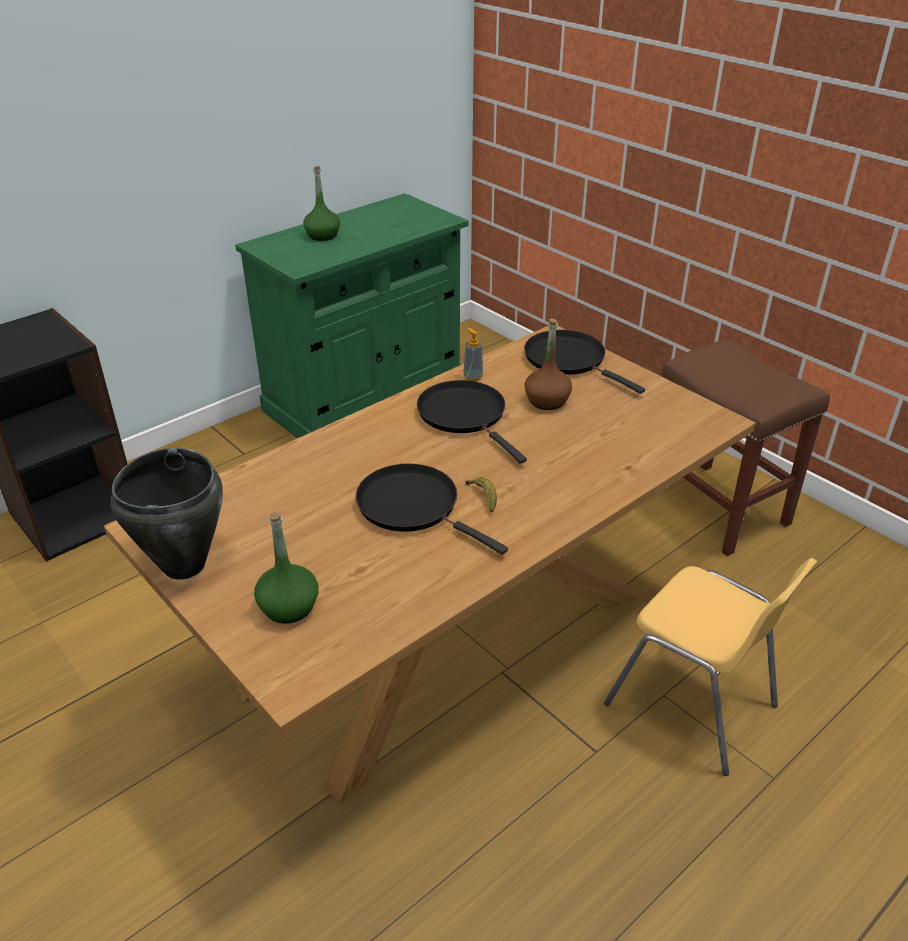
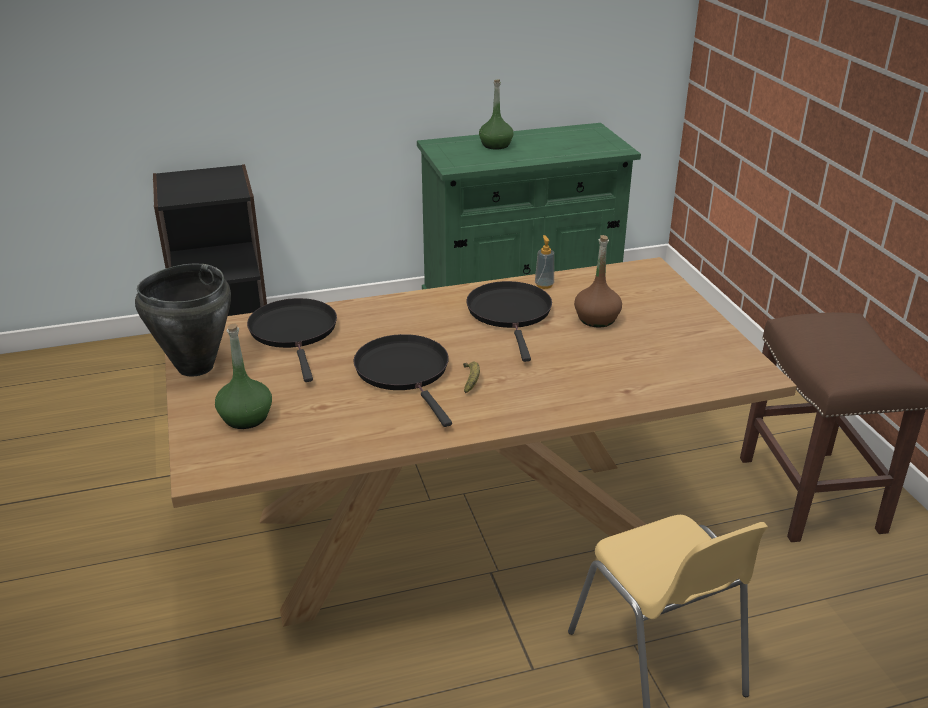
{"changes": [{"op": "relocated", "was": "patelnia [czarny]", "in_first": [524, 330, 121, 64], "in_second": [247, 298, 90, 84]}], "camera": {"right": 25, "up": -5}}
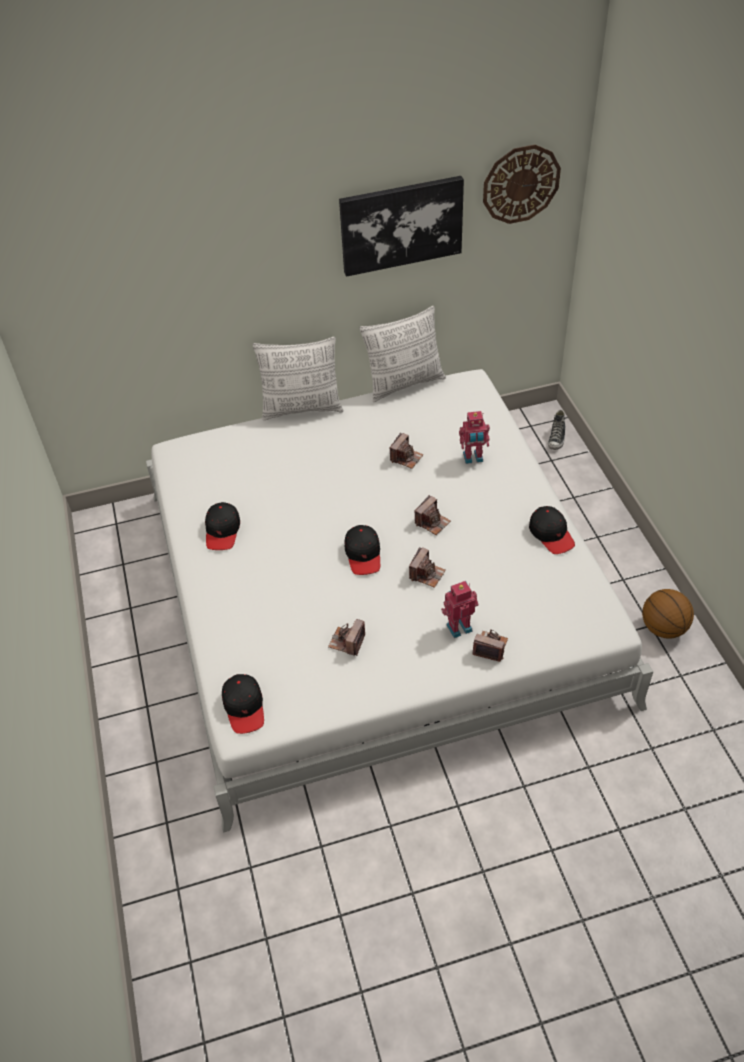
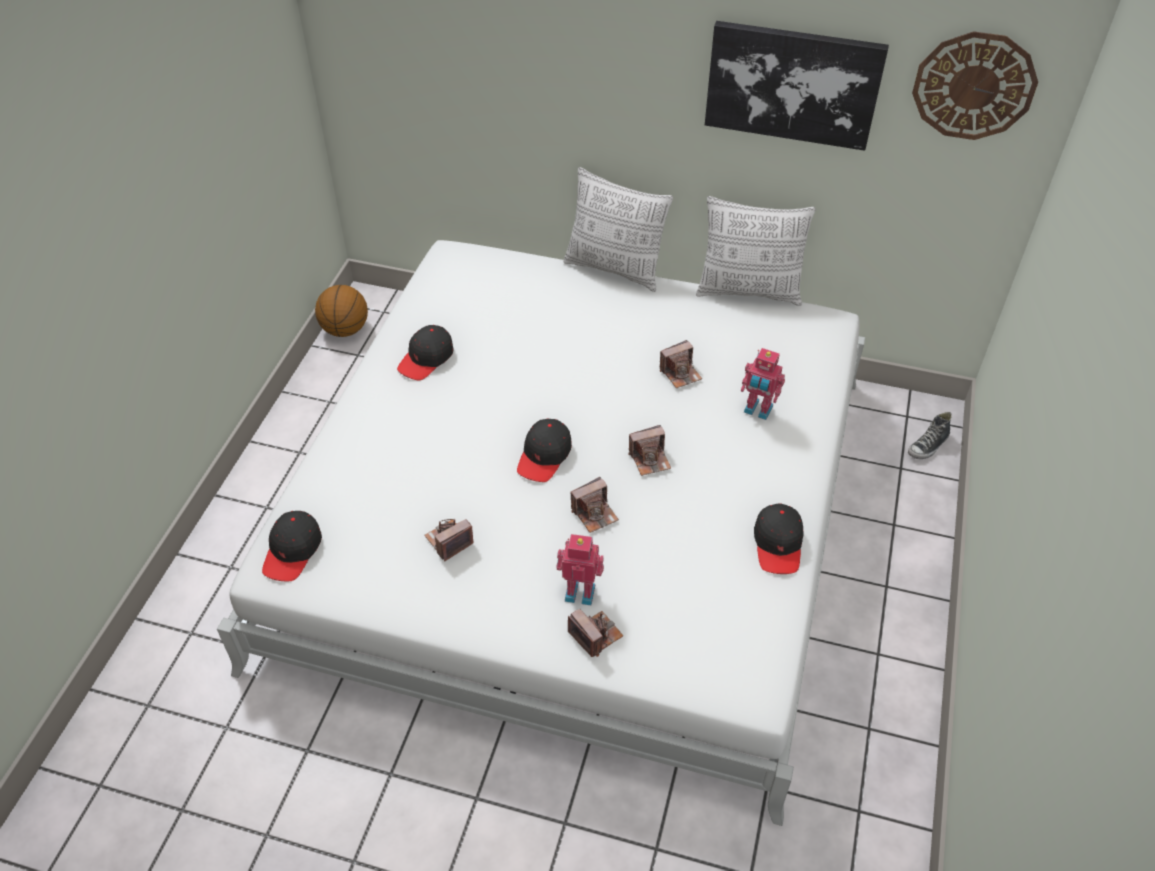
{"changes": [{"op": "relocated", "was": "piłka do koszykówki", "in_first": [642, 589, 52, 49], "in_second": [315, 285, 53, 52]}], "camera": {"right": 30, "up": 0}}
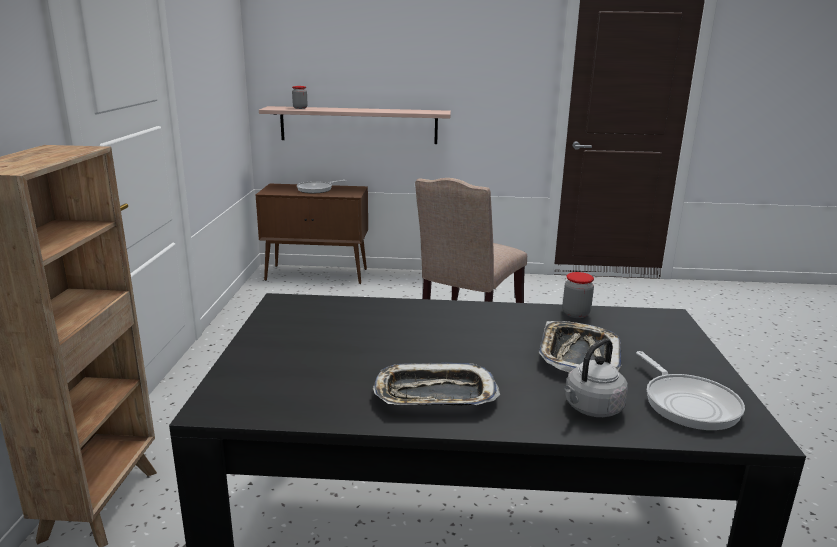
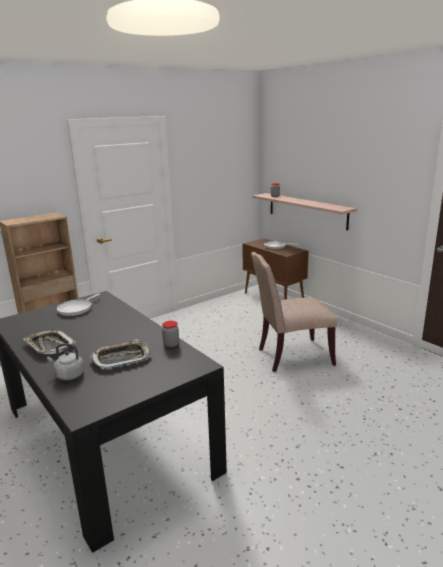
{"changes": [{"op": "relocated", "was": "patelnia", "in_first": [636, 351, 109, 80], "in_second": [57, 294, 43, 22]}], "camera": {"right": 50, "up": 0}}
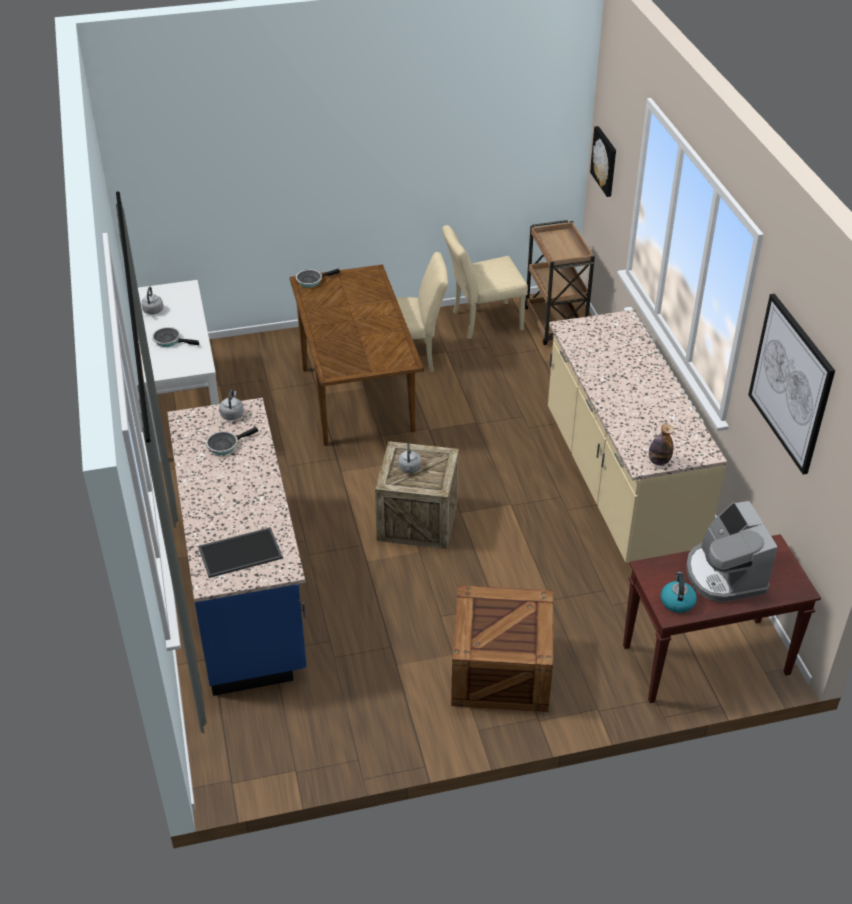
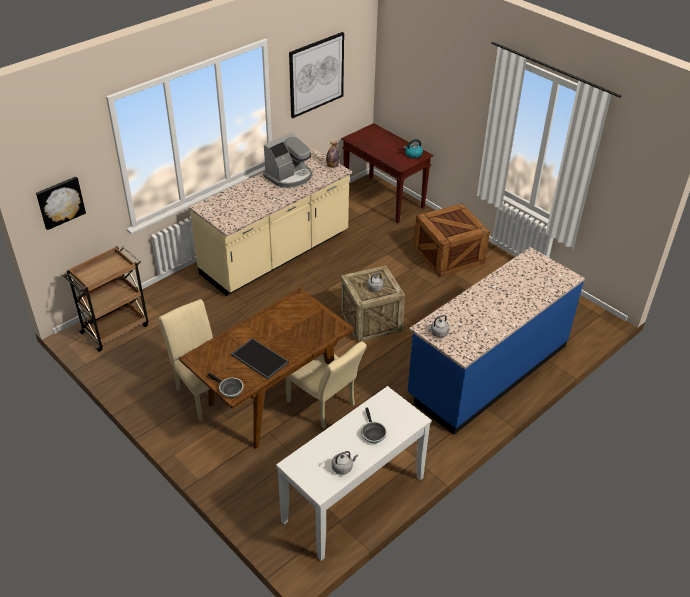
{"changes": [{"op": "relocated", "was": "krzesło [beżowy]", "in_first": [442, 225, 86, 114], "in_second": [285, 341, 82, 88]}, {"op": "missing", "was": "patelnia", "in_first": [206, 427, 52, 28]}, {"op": "relocated", "was": "ekspres do kawy", "in_first": [686, 501, 92, 101], "in_second": [263, 133, 49, 55]}, {"op": "relocated", "was": "taca", "in_first": [198, 527, 85, 51], "in_second": [231, 338, 58, 41]}], "camera": {"right": -120, "up": 0}}
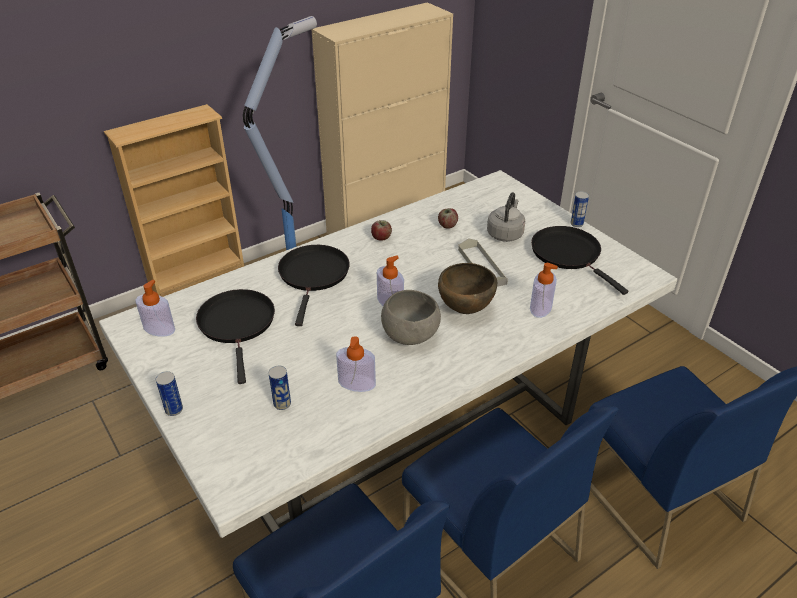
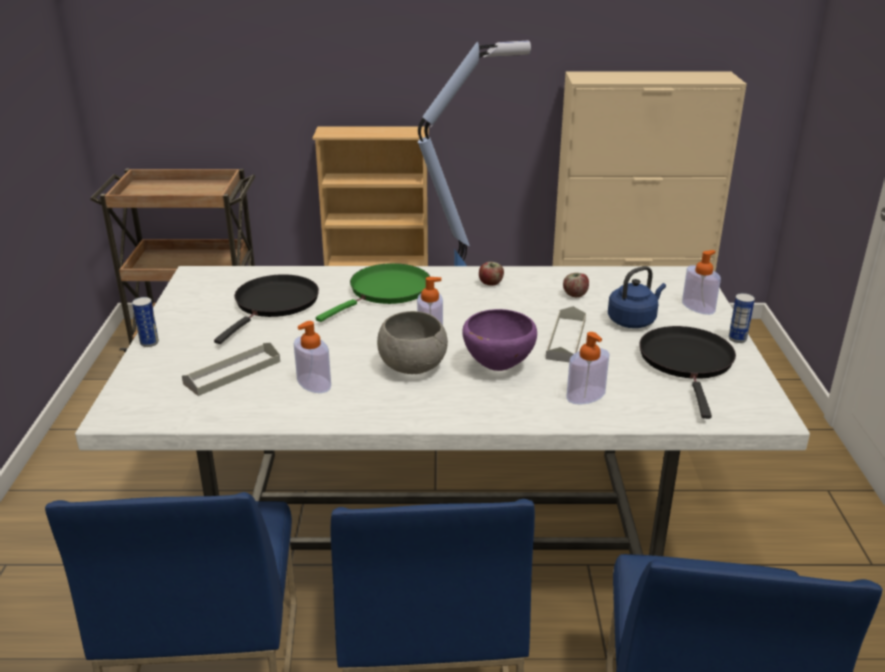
{"changes": [{"op": "colour", "was": "czajnik [szary]", "now": "czajnik [niebieski]", "in_first": [487, 192, 38, 50], "in_second": [608, 266, 58, 62]}, {"op": "colour", "was": "patelnia [czarny]", "now": "patelnia [zielony]", "in_first": [278, 245, 72, 81], "in_second": [316, 263, 114, 59]}, {"op": "colour", "was": "miska [brązowy]", "now": "miska [fioletowy]", "in_first": [438, 263, 59, 51], "in_second": [462, 309, 75, 62]}, {"op": "relocated", "was": "dozownik mydła", "in_first": [135, 280, 40, 57], "in_second": [682, 250, 39, 65]}, {"op": "exchanged", "was": "puszka", "now": "taca [szary]", "in_first": [269, 366, 22, 44], "in_second": [182, 343, 98, 53]}], "camera": {"right": 35, "up": -10}}
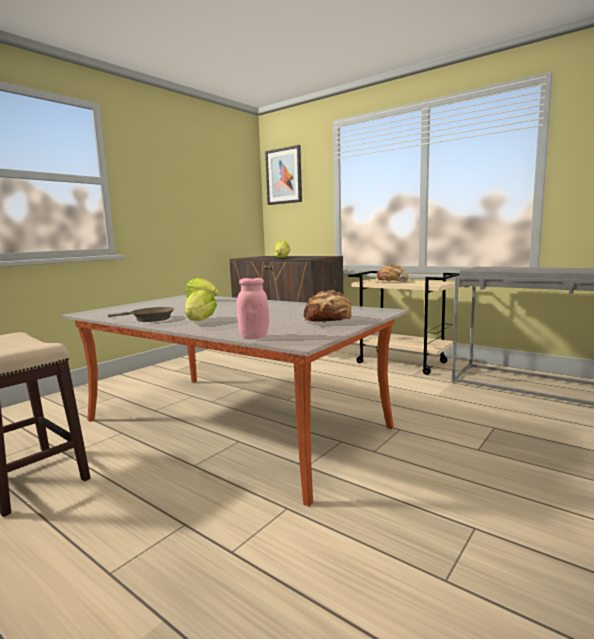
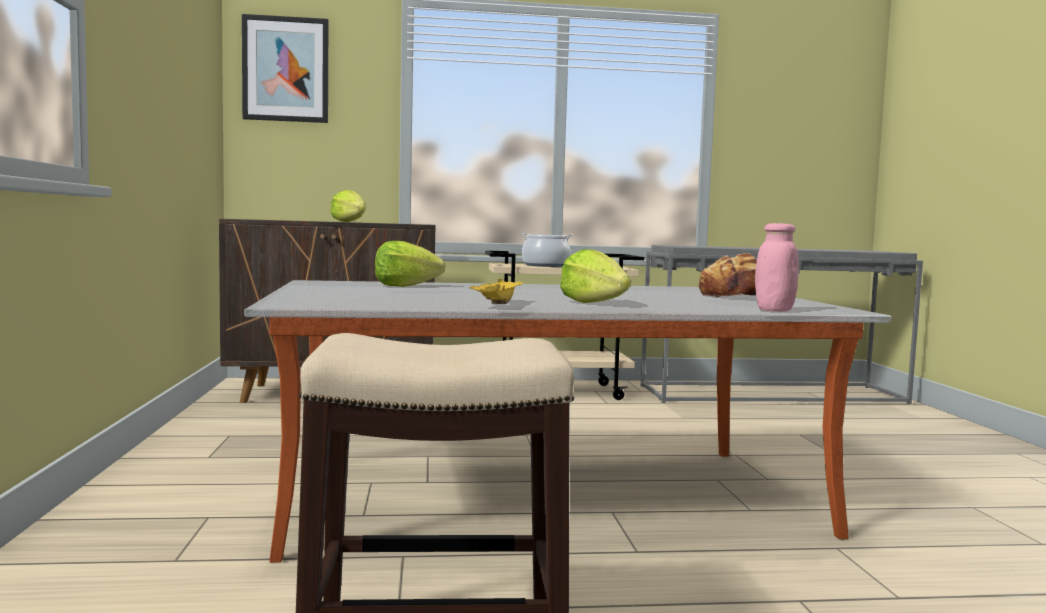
{"changes": [{"op": "exchanged", "was": "chleb", "now": "garnek", "in_first": [377, 264, 31, 18], "in_second": [521, 233, 52, 34]}, {"op": "exchanged", "was": "patelnia [brązowy]", "now": "taca [żółty]", "in_first": [108, 307, 67, 15], "in_second": [470, 279, 53, 25]}], "camera": {"right": -45, "up": -5}}
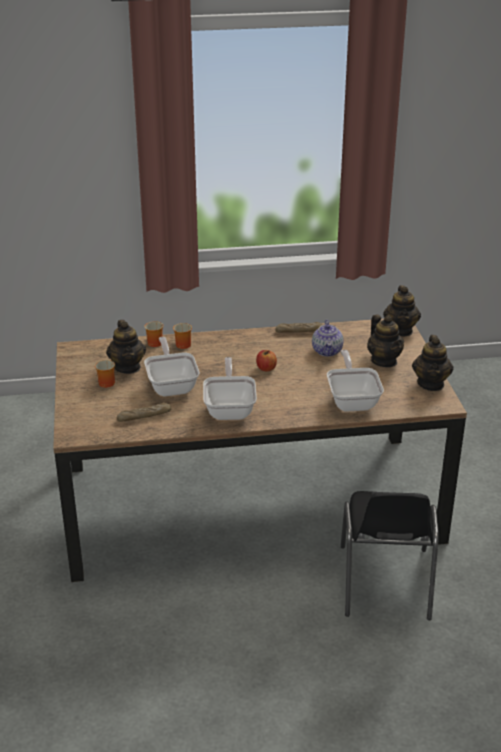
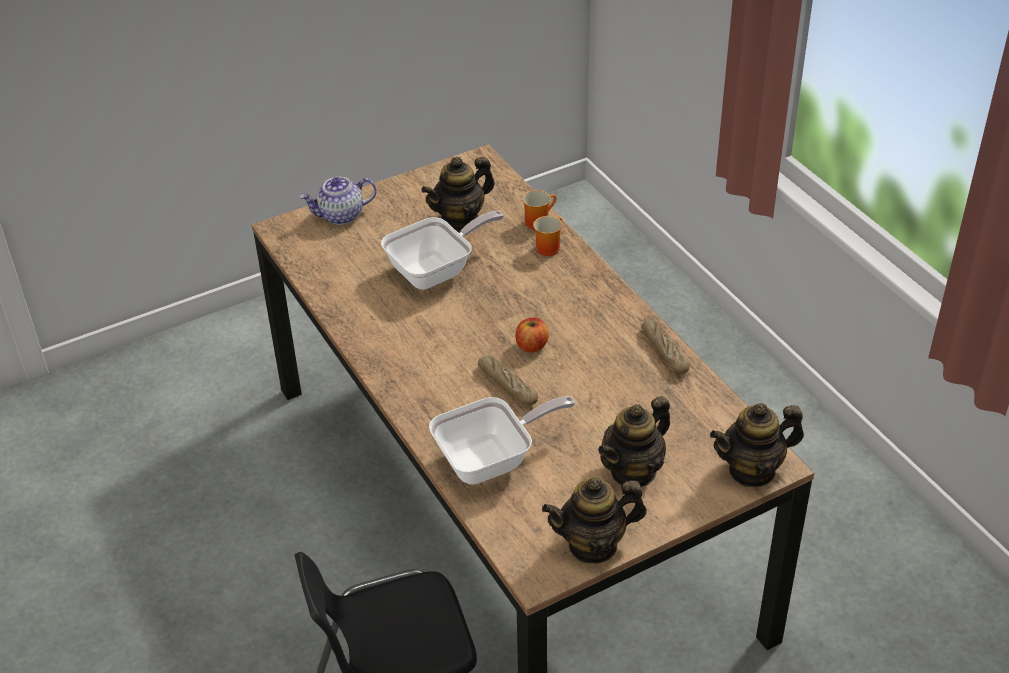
{"changes": [{"op": "relocated", "was": "imbryk", "in_first": [312, 320, 31, 36], "in_second": [300, 177, 77, 48]}, {"op": "missing", "was": "patelnia", "in_first": [203, 357, 54, 63]}, {"op": "missing", "was": "kubek", "in_first": [95, 360, 20, 28]}, {"op": "relocated", "was": "chleb", "in_first": [117, 403, 54, 19], "in_second": [478, 356, 60, 49]}], "camera": {"right": 70, "up": 10}}
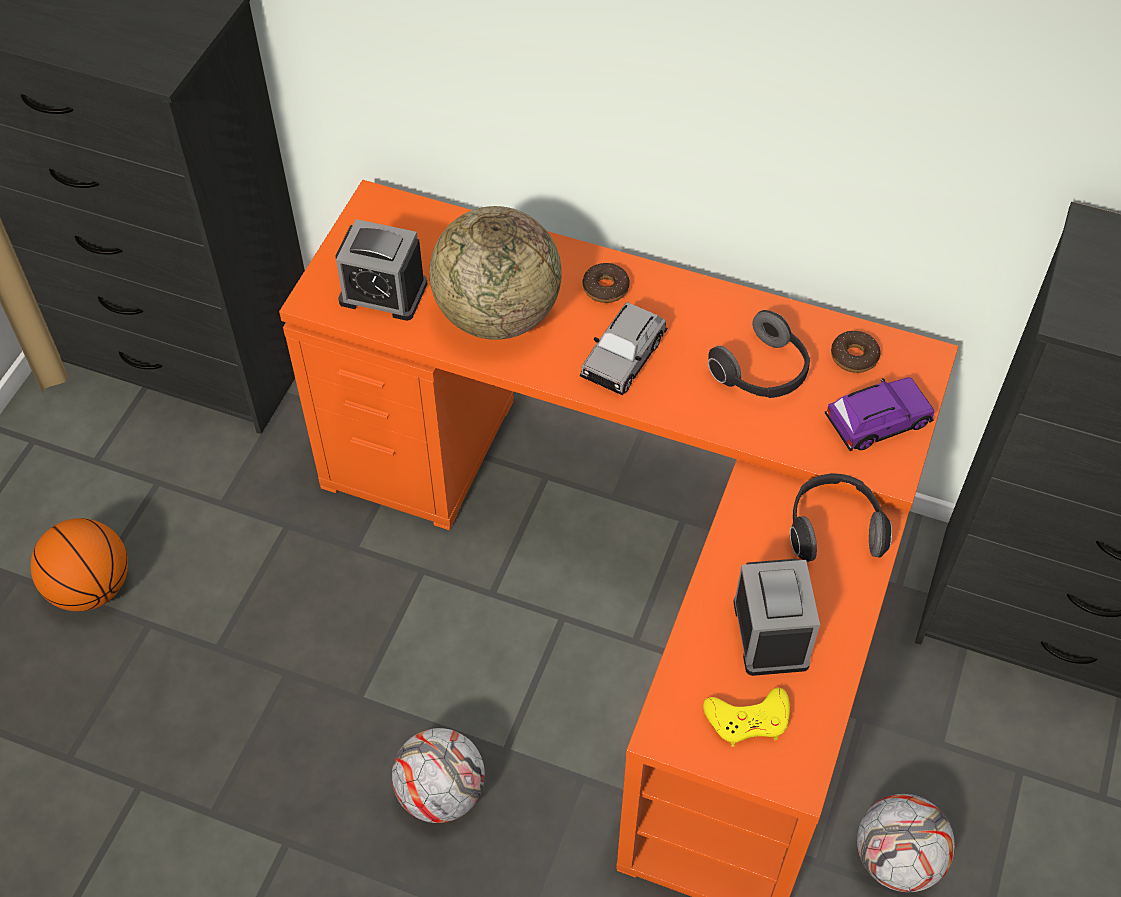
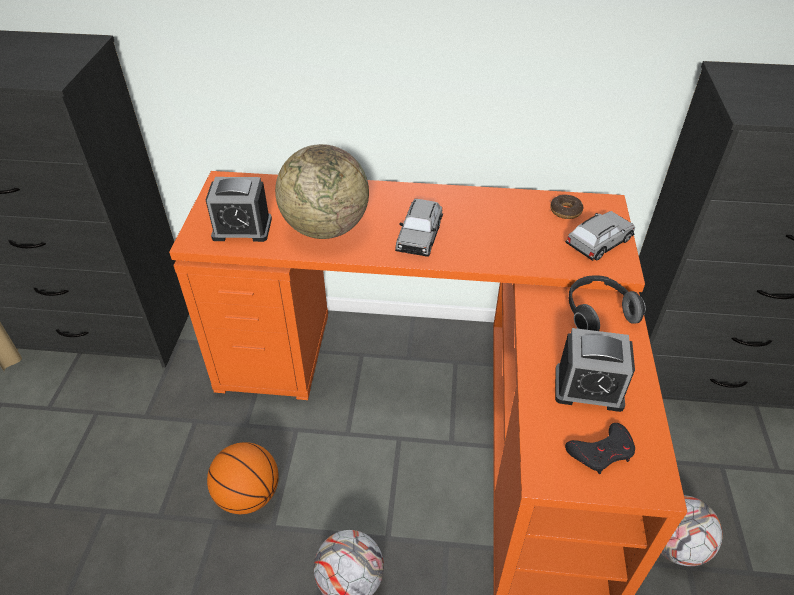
{"changes": [{"op": "missing", "was": "donut", "in_first": [583, 263, 47, 40]}, {"op": "missing", "was": "słuchawki", "in_first": [708, 310, 102, 88]}, {"op": "colour", "was": "samochodzik [fioletowy]", "now": "samochodzik [szary]", "in_first": [825, 377, 109, 74], "in_second": [565, 211, 70, 50]}, {"op": "relocated", "was": "piłka do koszykówki", "in_first": [31, 518, 97, 93], "in_second": [207, 442, 72, 72]}, {"op": "spun", "was": "budzik", "in_first": [733, 559, 87, 117], "in_second": [555, 328, 80, 84], "clockwise": 120}, {"op": "colour", "was": "pad do gier [żółty]", "now": "pad do gier [czarny]", "in_first": [703, 688, 87, 58], "in_second": [565, 423, 70, 51]}], "camera": {"right": -15, "up": -10}}
